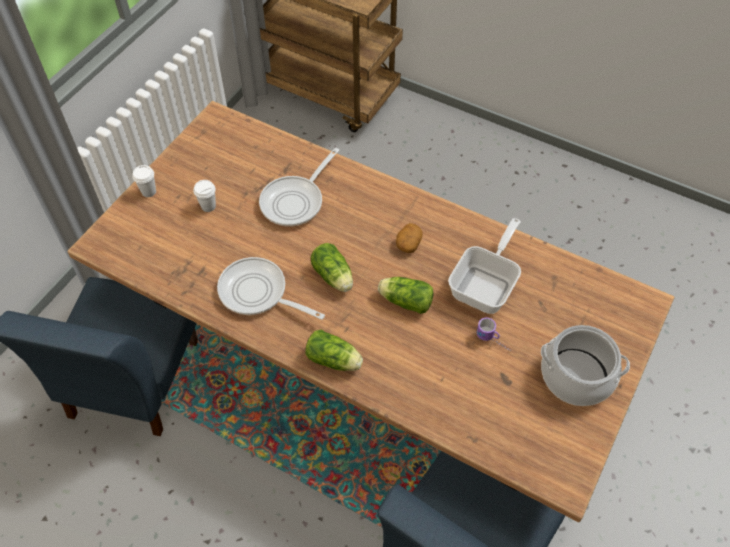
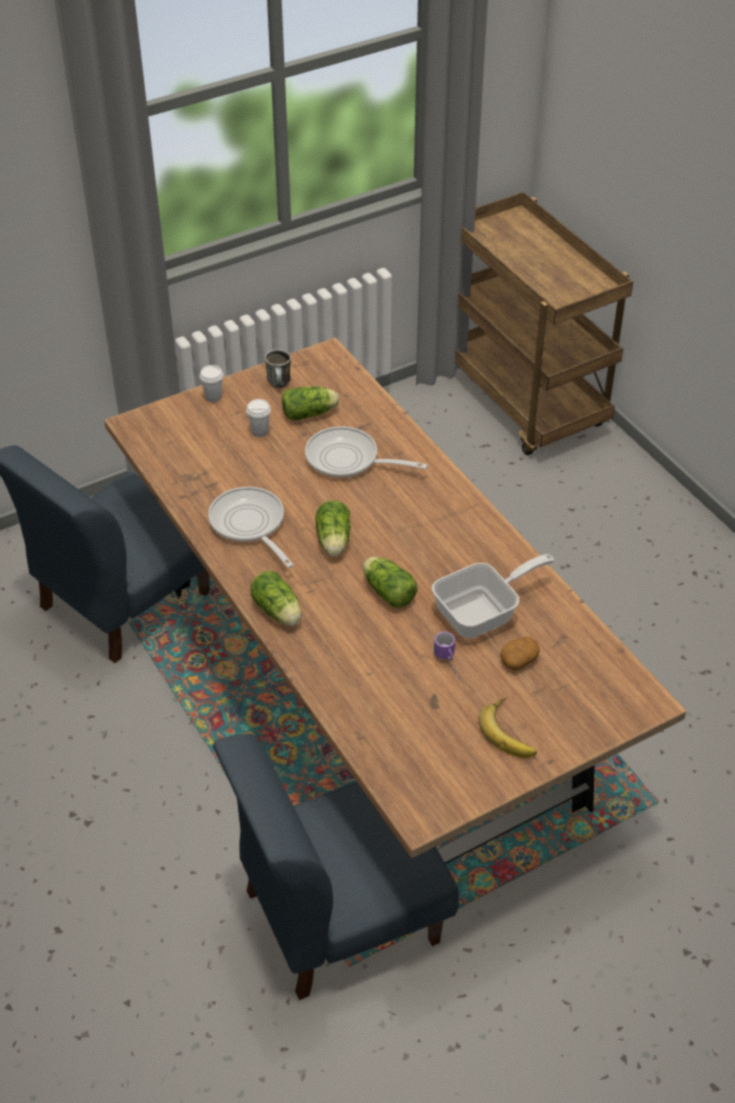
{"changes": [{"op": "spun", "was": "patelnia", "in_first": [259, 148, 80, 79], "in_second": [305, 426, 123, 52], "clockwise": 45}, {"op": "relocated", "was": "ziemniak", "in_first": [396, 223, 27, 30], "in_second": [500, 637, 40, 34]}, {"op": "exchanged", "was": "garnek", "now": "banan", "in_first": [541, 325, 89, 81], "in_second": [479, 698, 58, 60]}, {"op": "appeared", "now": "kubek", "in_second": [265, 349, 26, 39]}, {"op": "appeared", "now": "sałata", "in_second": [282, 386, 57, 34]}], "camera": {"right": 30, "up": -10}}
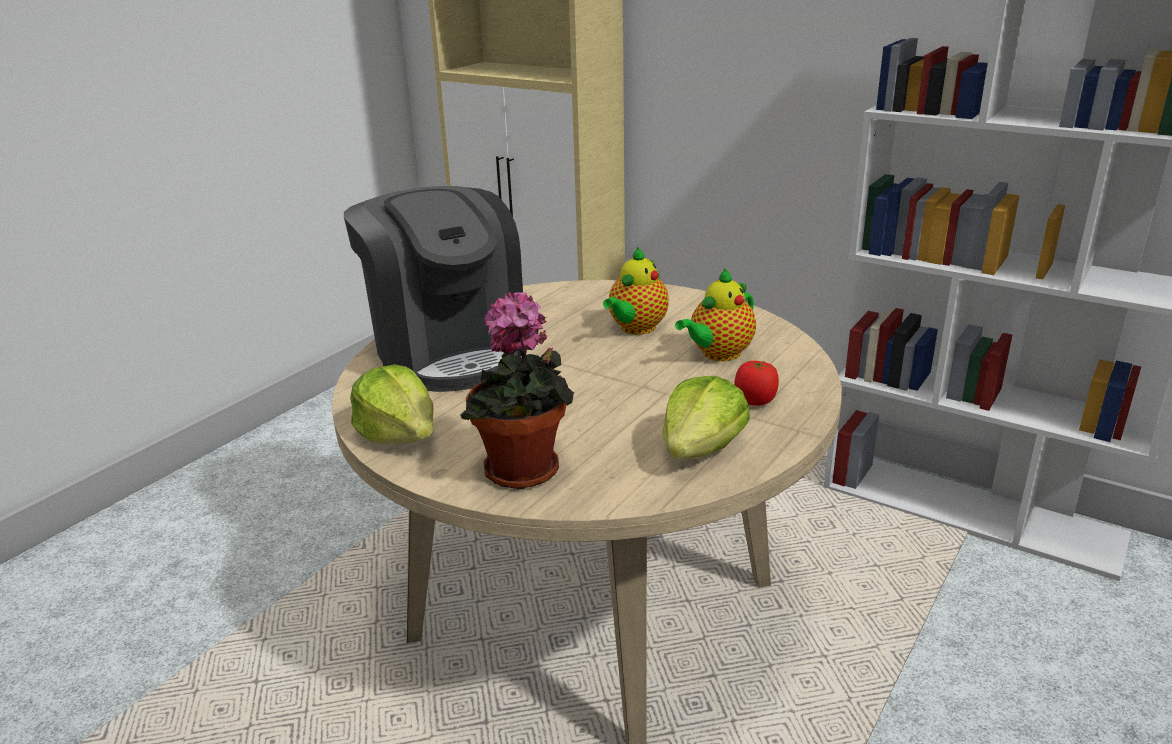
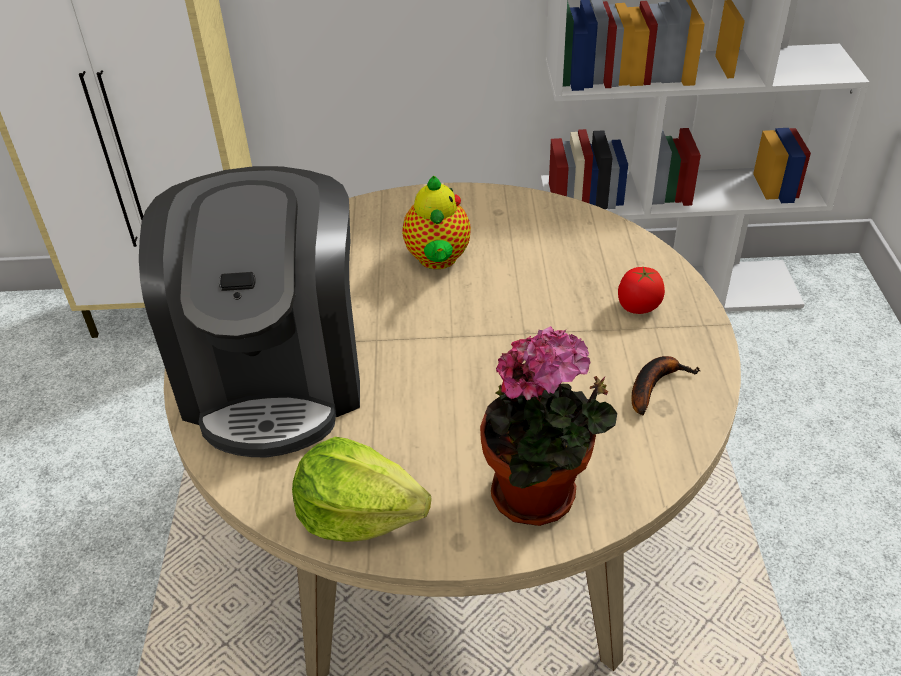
{"changes": [{"op": "spun", "was": "ekspres do kawy", "in_first": [344, 186, 183, 206], "in_second": [139, 166, 221, 292], "clockwise": 60}, {"op": "missing", "was": "imbryk", "in_first": [675, 268, 81, 93]}, {"op": "exchanged", "was": "sałata", "now": "banan", "in_first": [662, 376, 88, 84], "in_second": [631, 356, 69, 60]}], "camera": {"right": -35, "up": 15}}
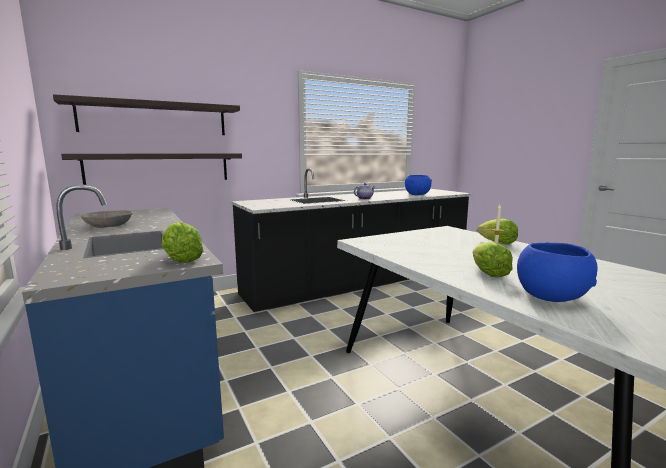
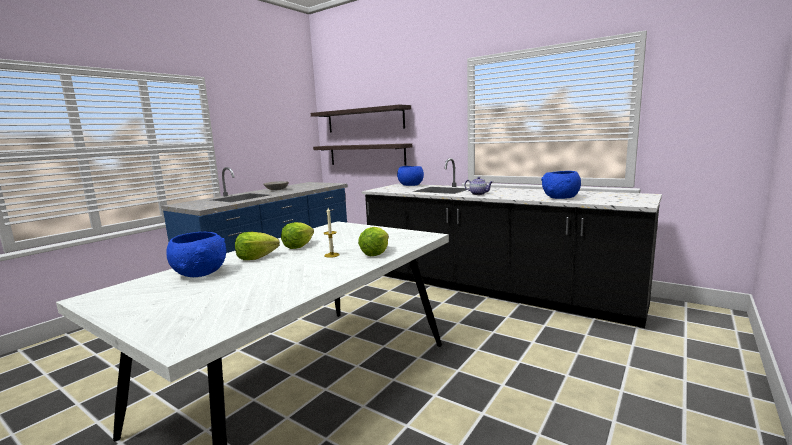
{"changes": [{"op": "relocated", "was": "sałata", "in_first": [162, 222, 42, 41], "in_second": [281, 222, 33, 27]}, {"op": "appeared", "now": "miska [niebieski]", "in_second": [397, 166, 27, 20]}], "camera": {"right": 65, "up": 0}}
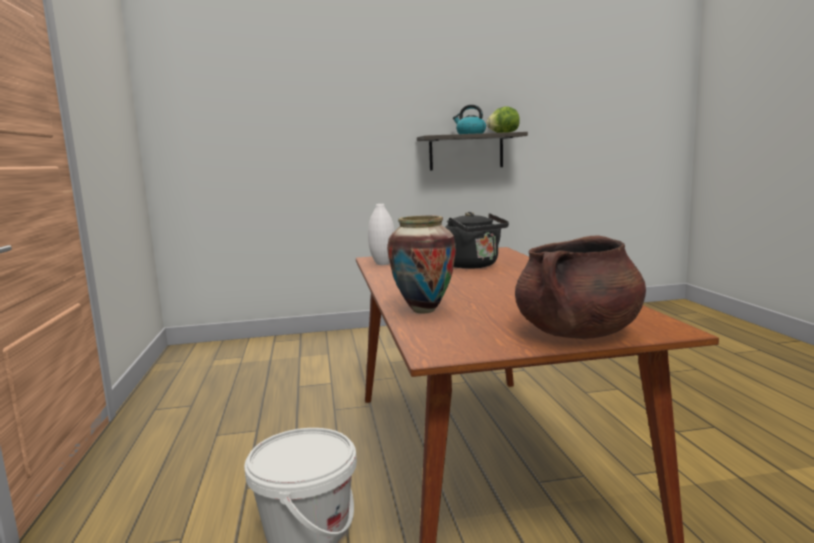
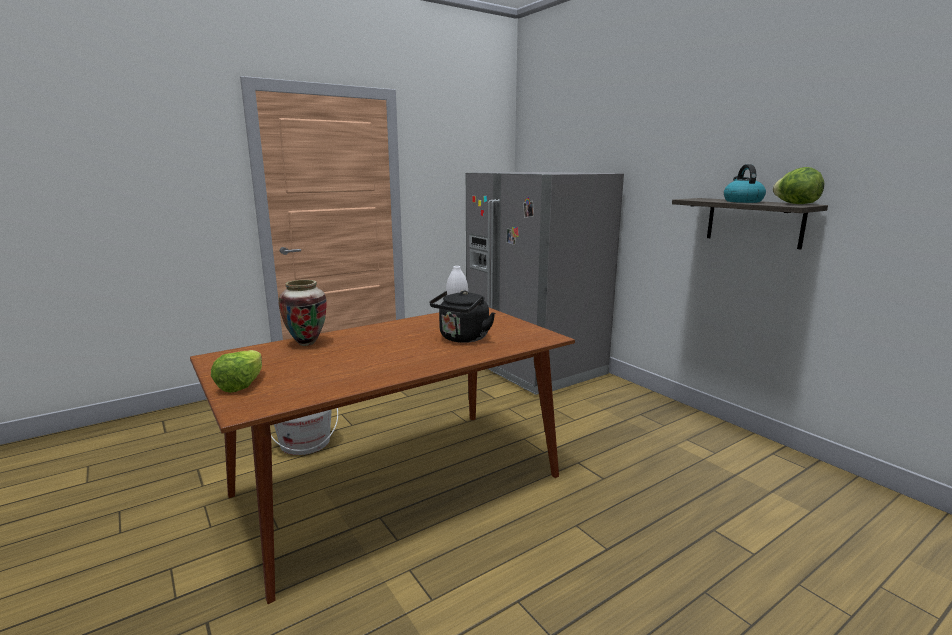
{"changes": [{"op": "exchanged", "was": "garnek [brązowy]", "now": "sałata", "in_first": [515, 235, 131, 104], "in_second": [211, 350, 51, 43]}, {"op": "appeared", "now": "lodówka [szary]", "in_second": [466, 172, 158, 223]}], "camera": {"right": 65, "up": 5}}
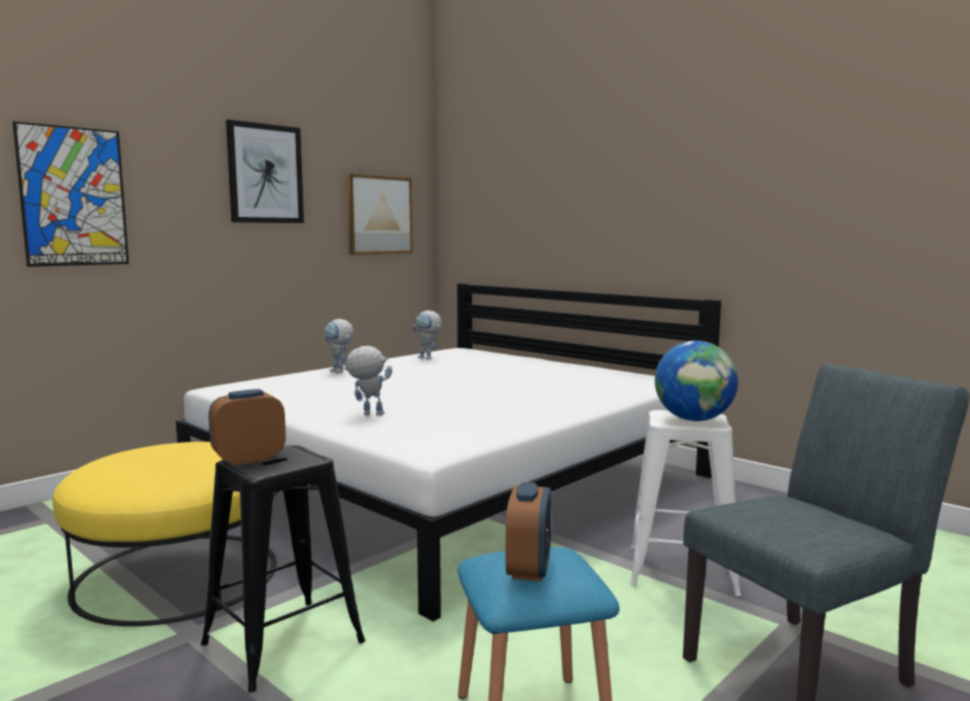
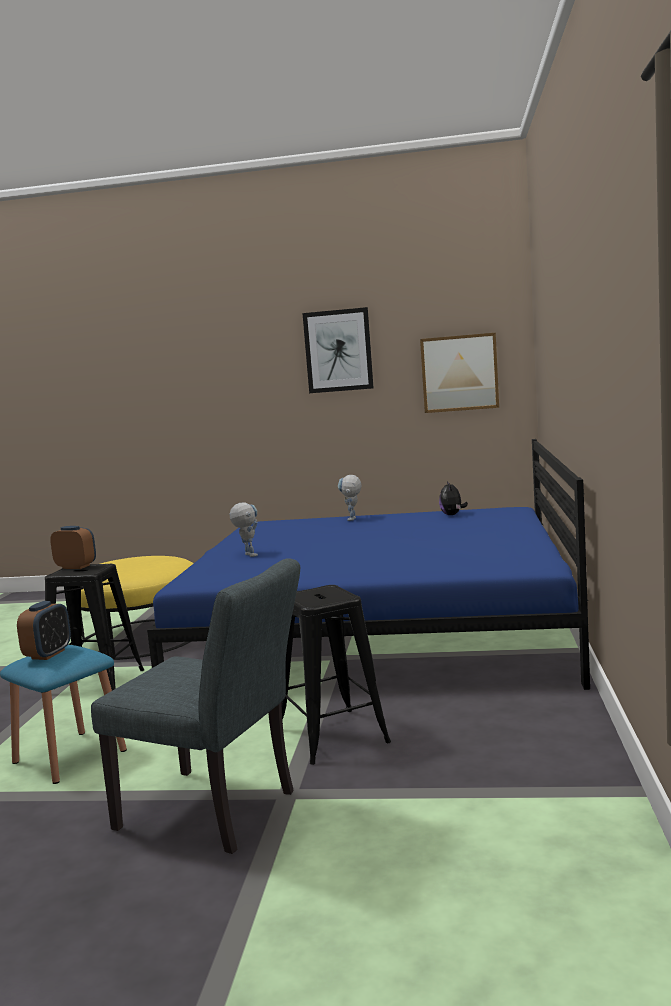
{"changes": [{"op": "missing", "was": "obraz", "in_first": [13, 121, 116, 146]}, {"op": "colour", "was": "łóżko [biały]", "now": "łóżko [niebieski]", "in_first": [176, 283, 545, 338], "in_second": [147, 439, 443, 251]}, {"op": "exchanged", "was": "robot zabawkowy", "now": "pluszak", "in_first": [412, 310, 30, 49], "in_second": [439, 481, 29, 34]}, {"op": "missing", "was": "globus", "in_first": [655, 340, 83, 81]}, {"op": "colour", "was": "stołek [biały]", "now": "stołek [czarny]", "in_first": [630, 410, 111, 186], "in_second": [281, 585, 110, 180]}, {"op": "spun", "was": "budzik", "in_first": [506, 482, 45, 99], "in_second": [17, 601, 54, 59], "clockwise": -45}], "camera": {"right": 55, "up": 0}}
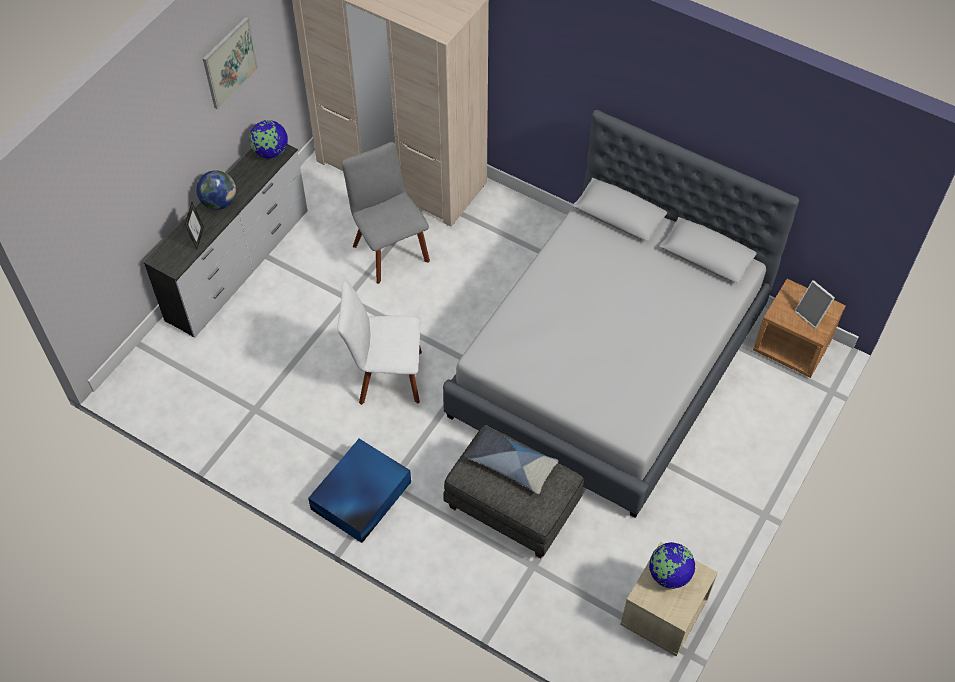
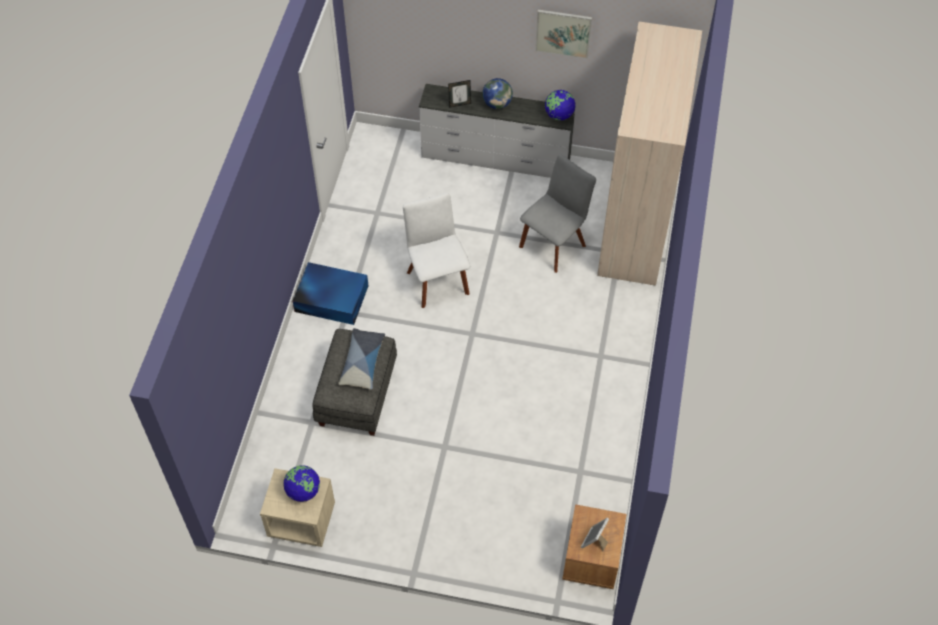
{"changes": [{"op": "missing", "was": "łóżko [szary]", "in_first": [443, 110, 356, 408]}], "camera": {"right": 70, "up": 0}}
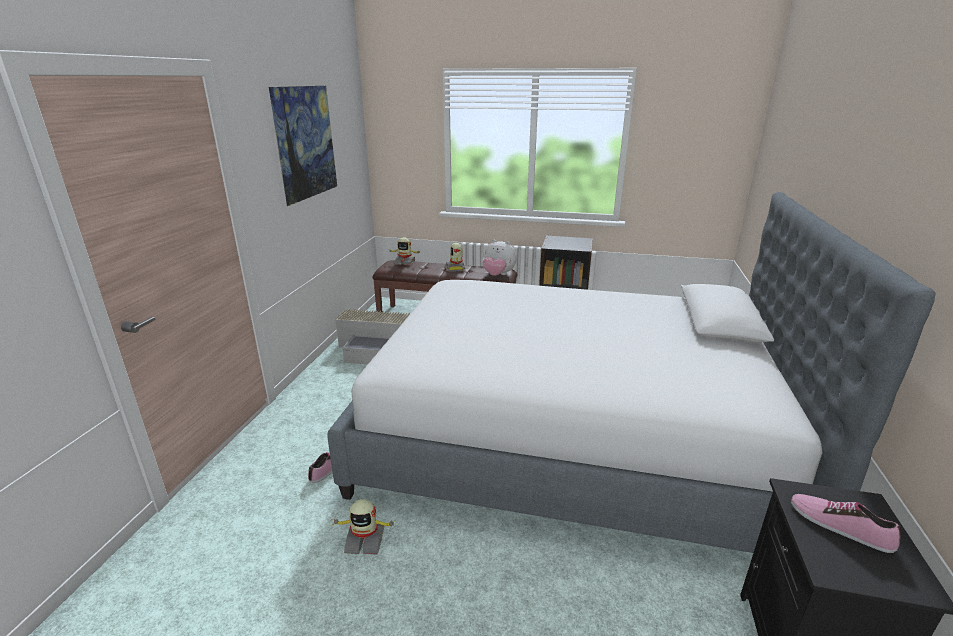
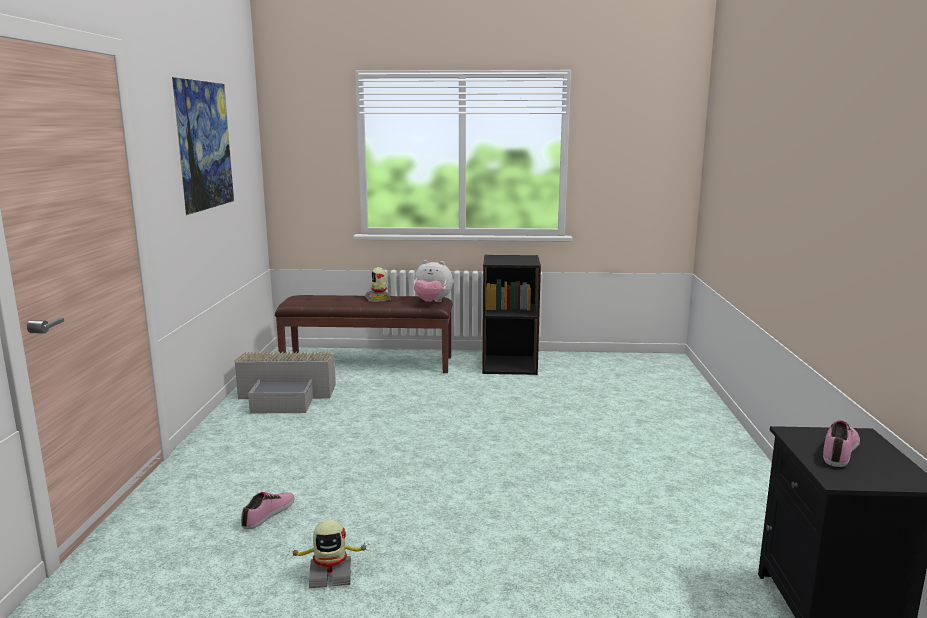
{"changes": [{"op": "missing", "was": "łóżko", "in_first": [327, 192, 609, 361]}, {"op": "missing", "was": "robot zabawkowy", "in_first": [388, 237, 33, 28]}, {"op": "spun", "was": "but", "in_first": [791, 494, 110, 59], "in_second": [823, 420, 37, 47], "clockwise": 90}], "camera": {"right": -10, "up": -10}}
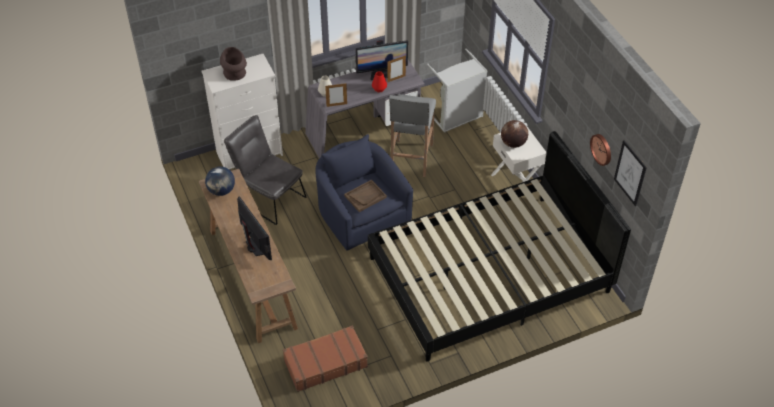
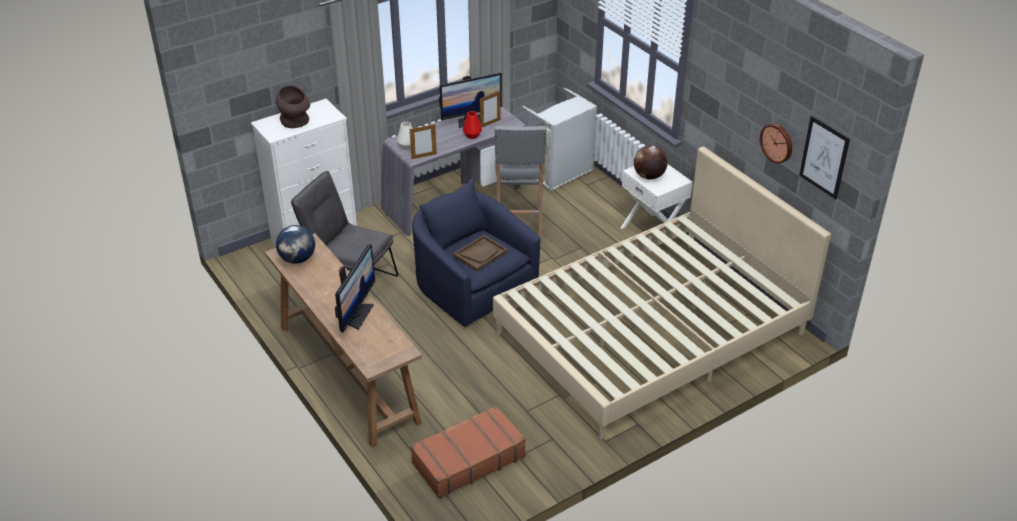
{"changes": [{"op": "colour", "was": "łóżko [czarny]", "now": "łóżko [beżowy]", "in_first": [368, 131, 263, 230], "in_second": [493, 147, 338, 292]}, {"op": "spun", "was": "monitor", "in_first": [237, 196, 35, 64], "in_second": [335, 244, 40, 89], "clockwise": 60}], "camera": {"right": -10, "up": -10}}
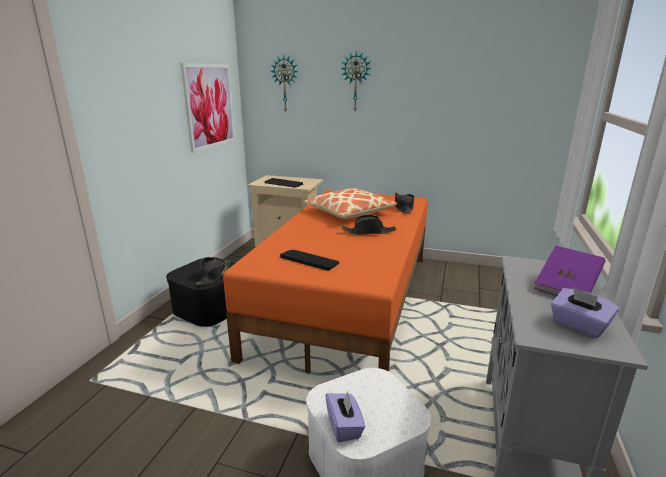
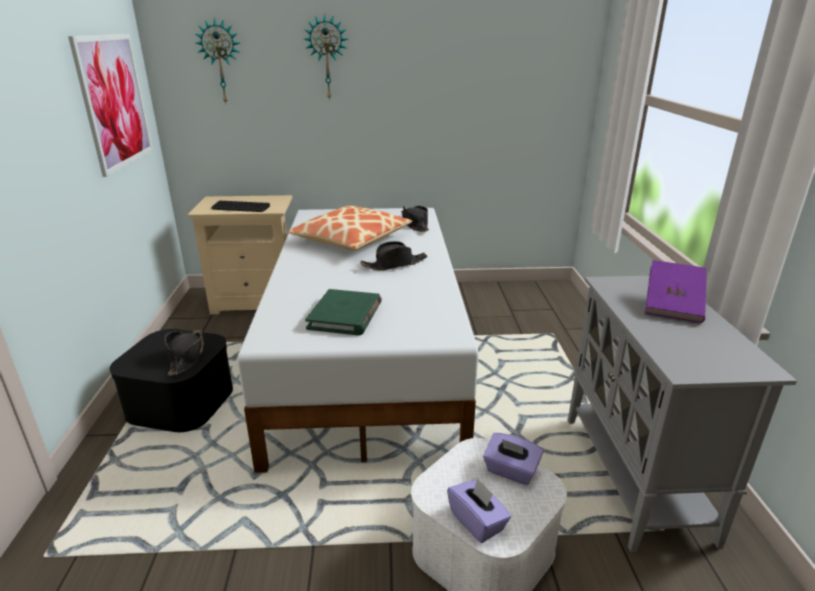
{"changes": [{"op": "colour", "was": "łóżko [pomarańczowy]", "now": "łóżko [biały]", "in_first": [223, 190, 205, 183], "in_second": [237, 208, 242, 265]}, {"op": "exchanged", "was": "klawiatura", "now": "książka [zielony]", "in_first": [280, 250, 59, 21], "in_second": [305, 289, 77, 46]}, {"op": "relocated", "was": "pudełko chusteczek [fioletowy]", "in_first": [551, 288, 68, 50], "in_second": [483, 433, 61, 52]}], "camera": {"right": -20, "up": 5}}
